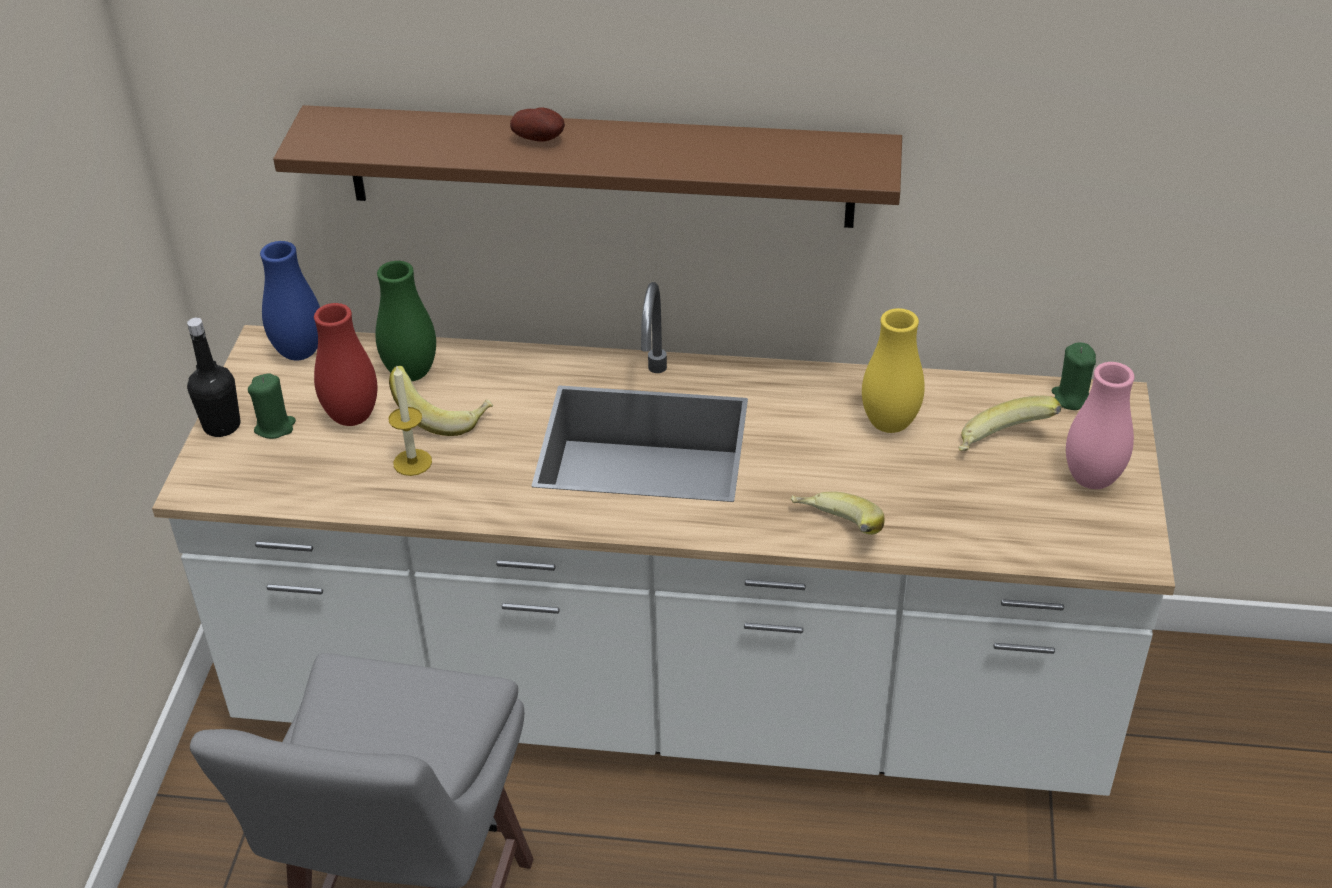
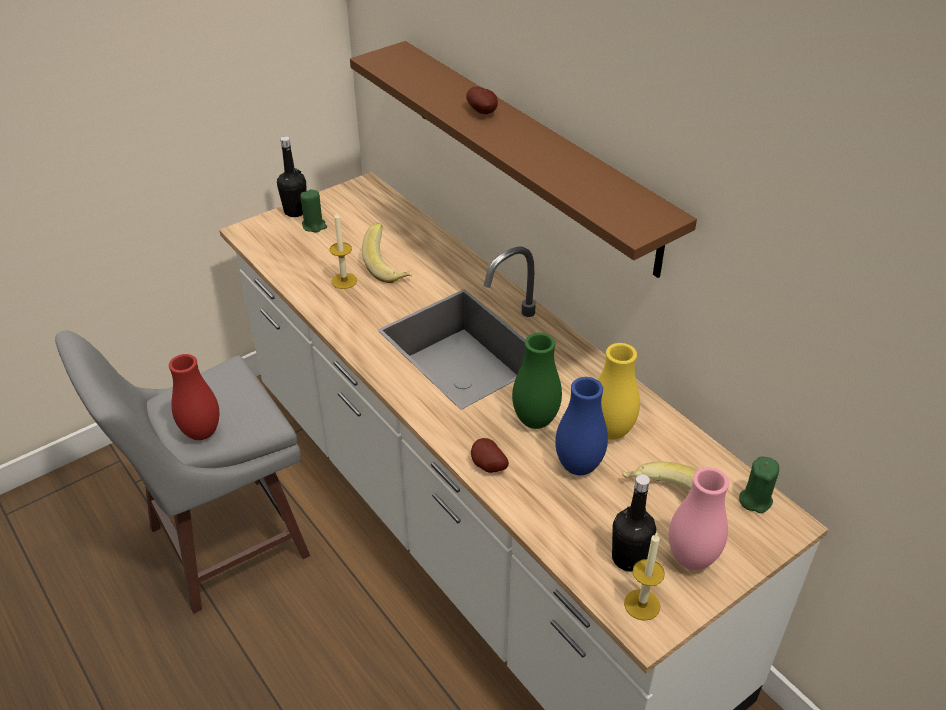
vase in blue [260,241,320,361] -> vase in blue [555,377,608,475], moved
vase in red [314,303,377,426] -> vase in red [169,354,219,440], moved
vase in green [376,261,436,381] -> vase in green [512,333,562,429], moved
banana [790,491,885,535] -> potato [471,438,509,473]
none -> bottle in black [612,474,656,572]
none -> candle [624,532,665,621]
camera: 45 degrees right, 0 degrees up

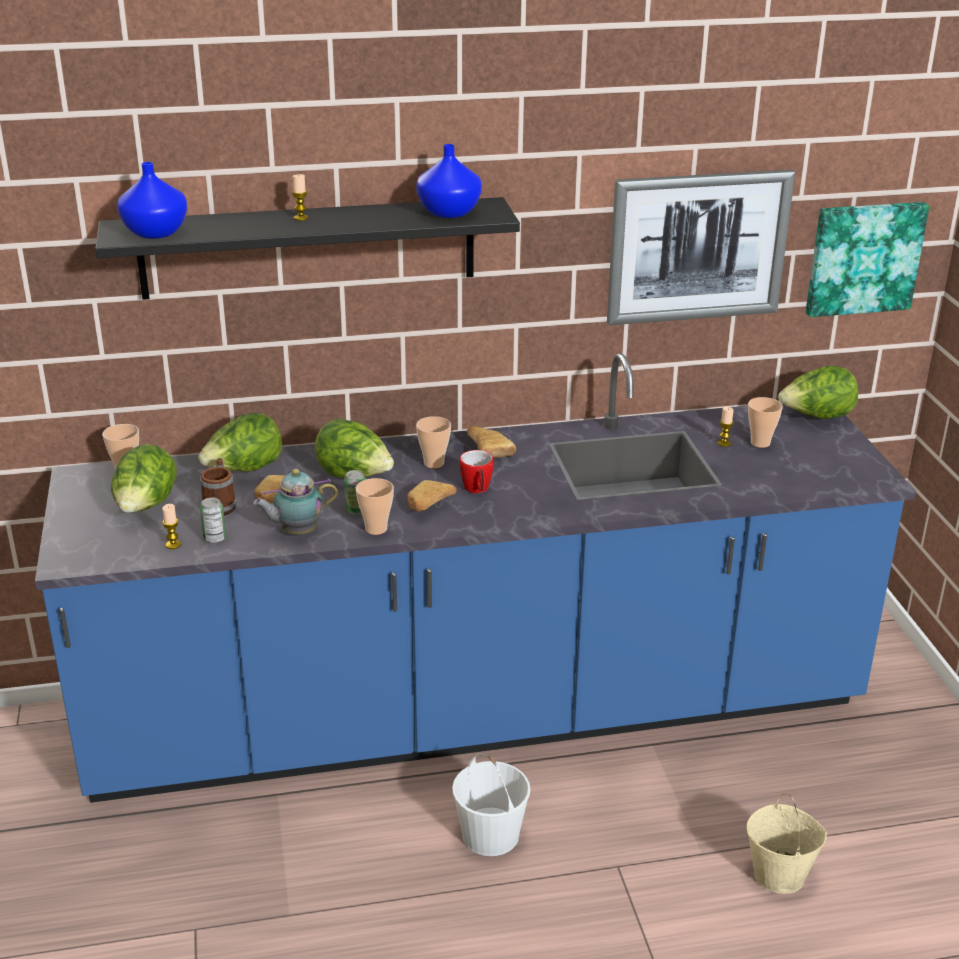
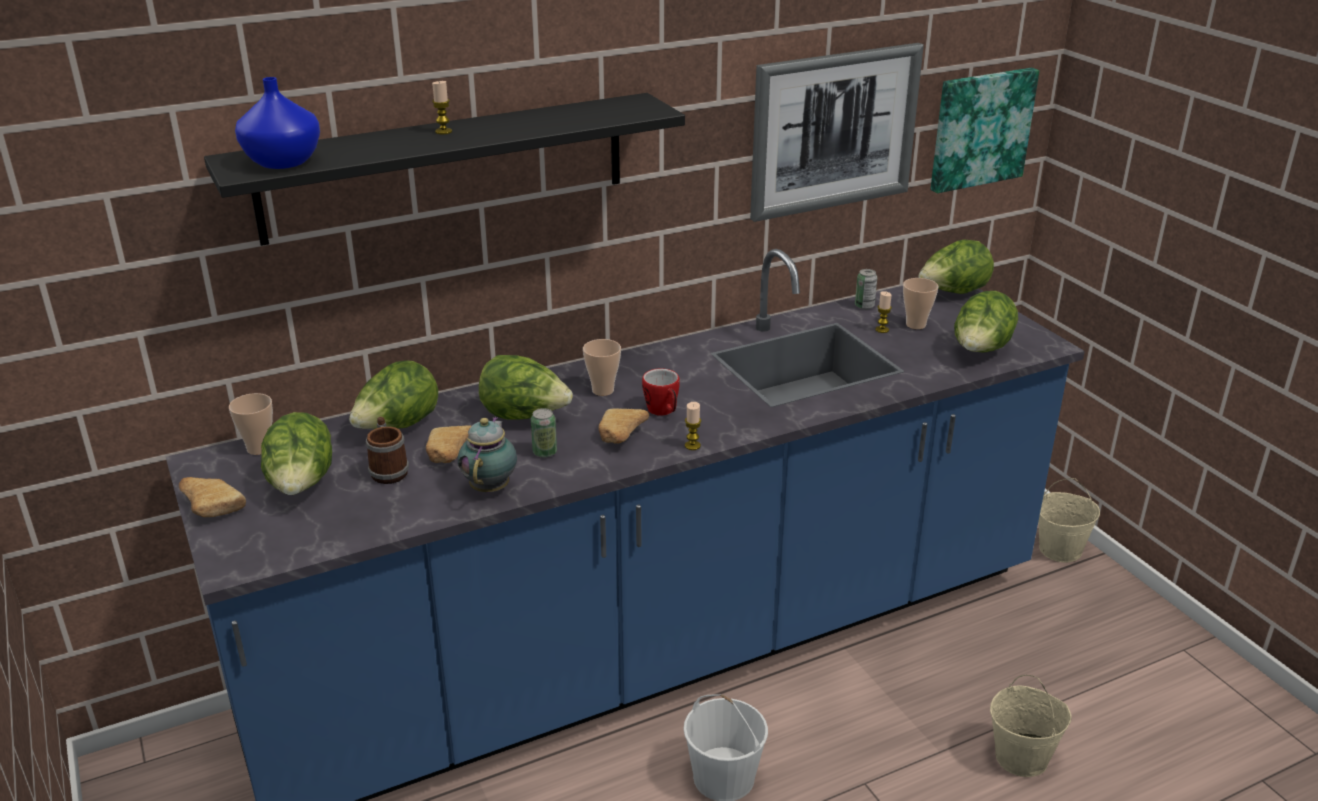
candle [162,504,181,549] -> candle [685,402,701,450], moved
can [200,498,226,543] -> can [855,269,877,310], moved
teapot [253,469,338,534] -> teapot [458,417,517,493], 135 degrees clockwise
cup [356,478,394,535] -> none
vase in blue [416,144,482,218] -> none
bread [467,426,516,457] -> bread [179,477,246,517], moved
none -> lettuce [954,291,1018,352]
none -> bucket in beige [1038,478,1100,562]
camera: 15 degrees left, 0 degrees up

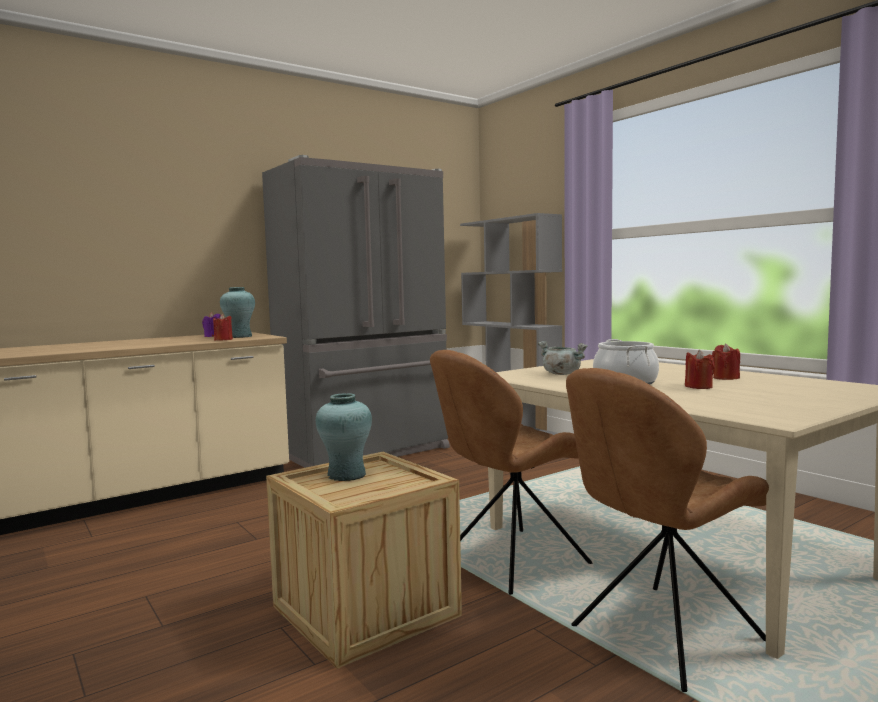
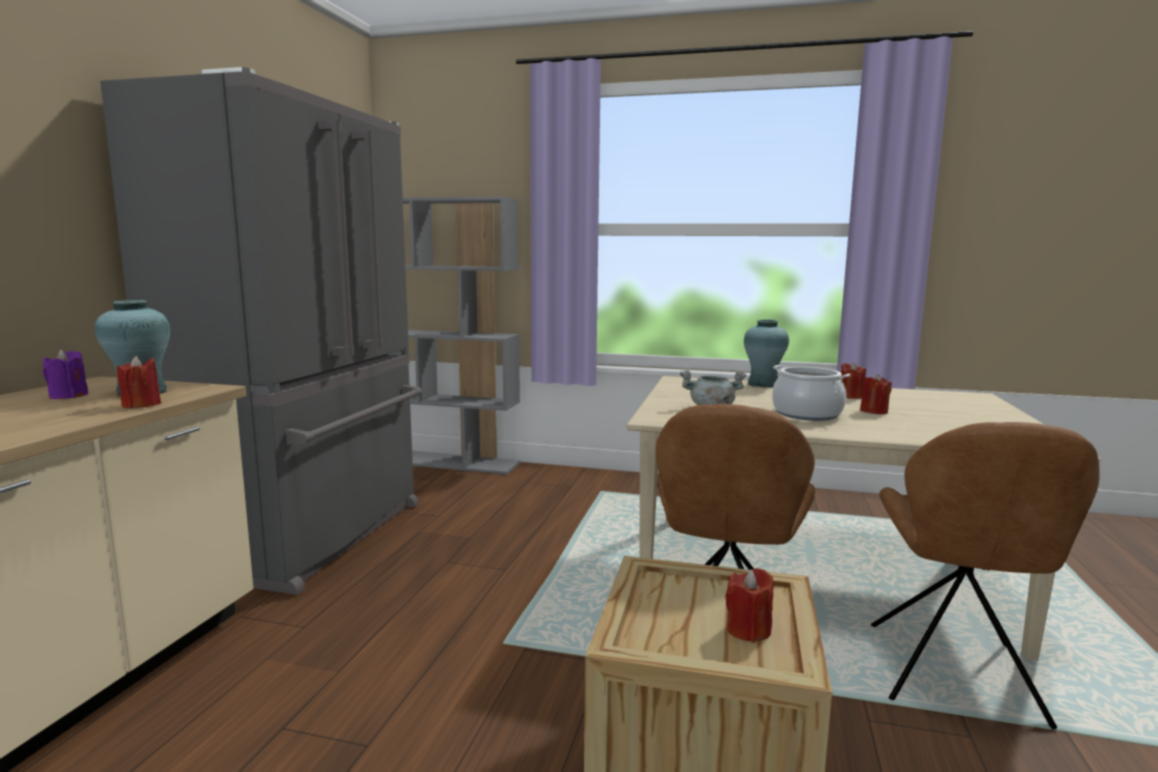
vase in turquoise [316,394,372,481] -> vase in turquoise [744,319,789,388], moved
none -> candle in red [725,568,773,643]
camera: 40 degrees left, 5 degrees up

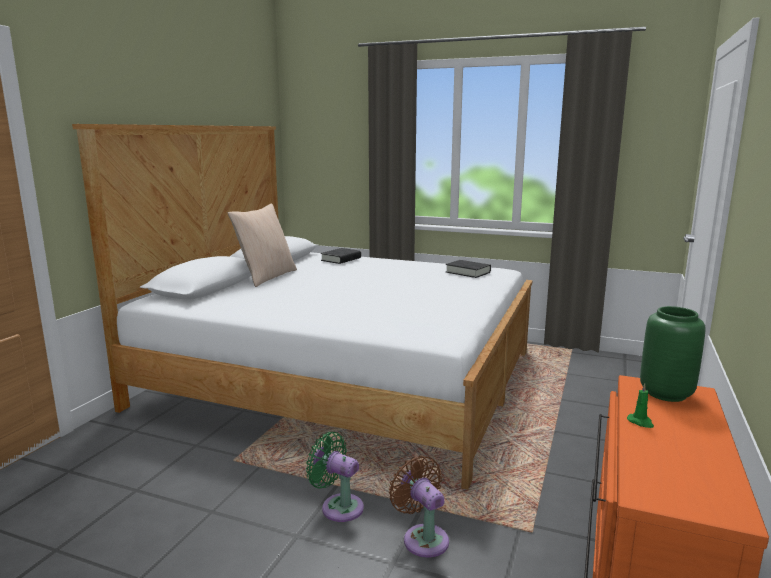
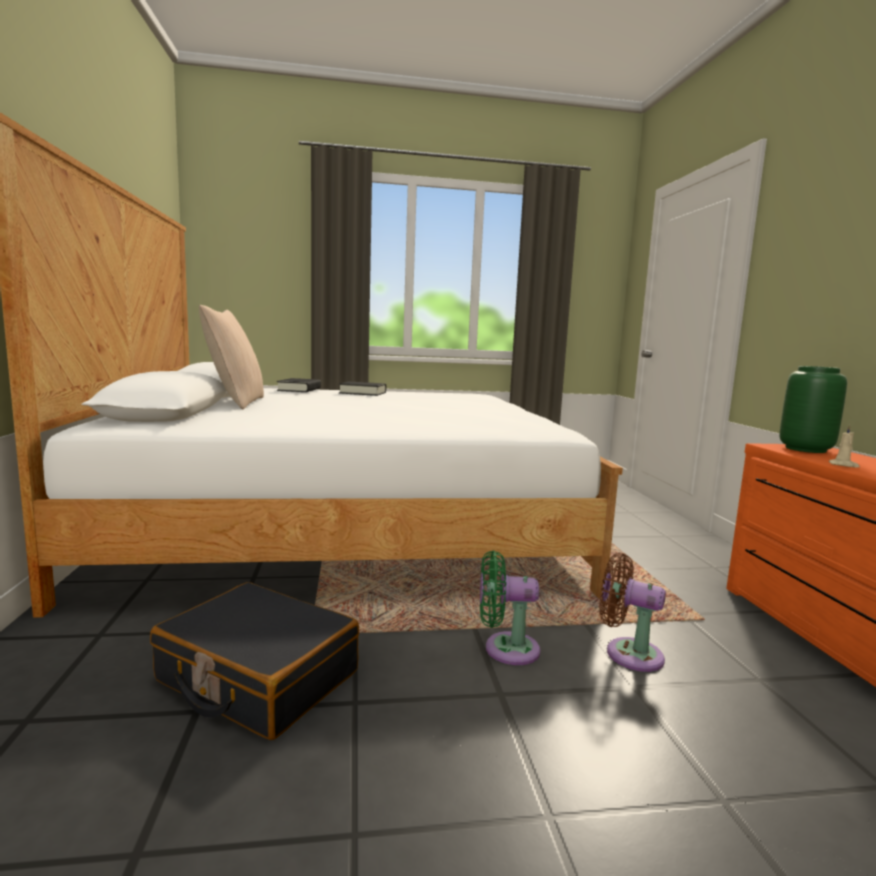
book in black [446,260,491,278] -> book in black [339,382,386,396], moved
candle in green [627,383,654,428] -> candle in beige [829,424,860,468]
none -> suitcase in black [150,582,359,740]
camera: 30 degrees left, 5 degrees down

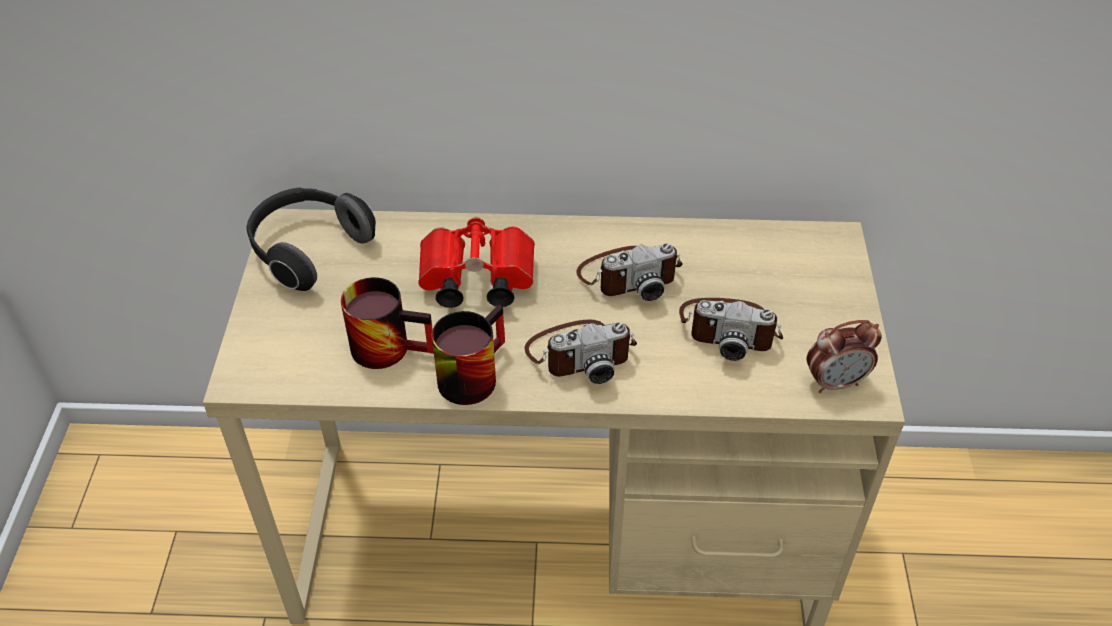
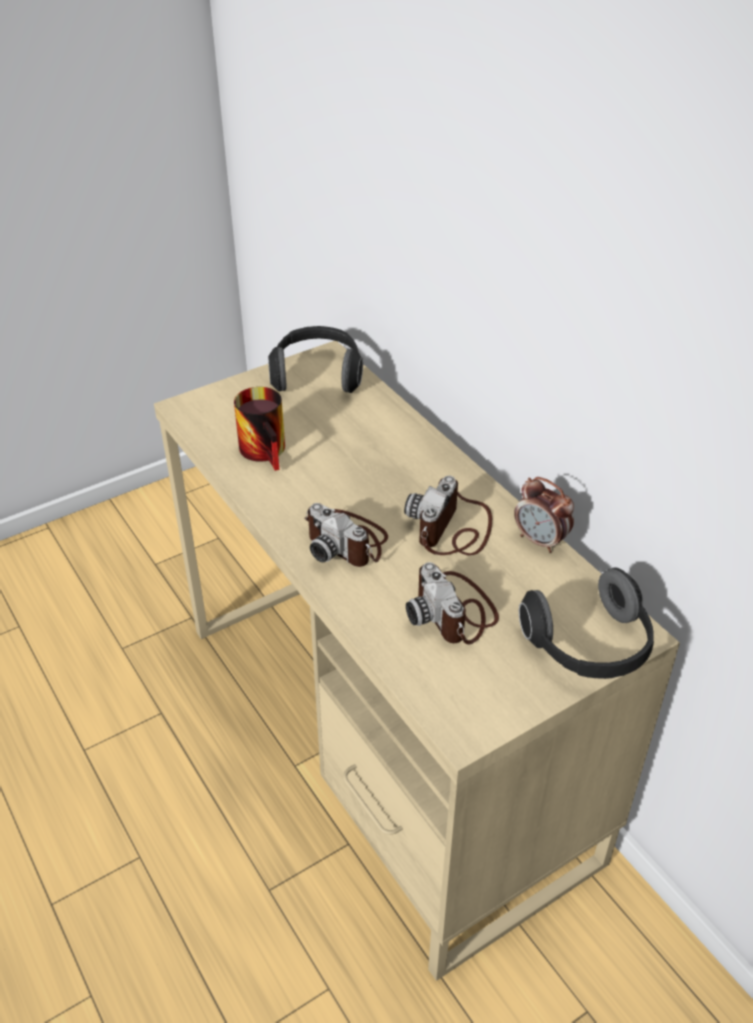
binoculars in red [418,217,535,308] -> none
mug [432,305,505,405] -> none
photo camera [576,243,683,301] -> photo camera [404,475,492,556], 75 degrees clockwise
alarm clock [807,320,882,393] -> alarm clock [514,477,574,553], moved
none -> headphones [519,567,654,679]
camera: 55 degrees right, 5 degrees down

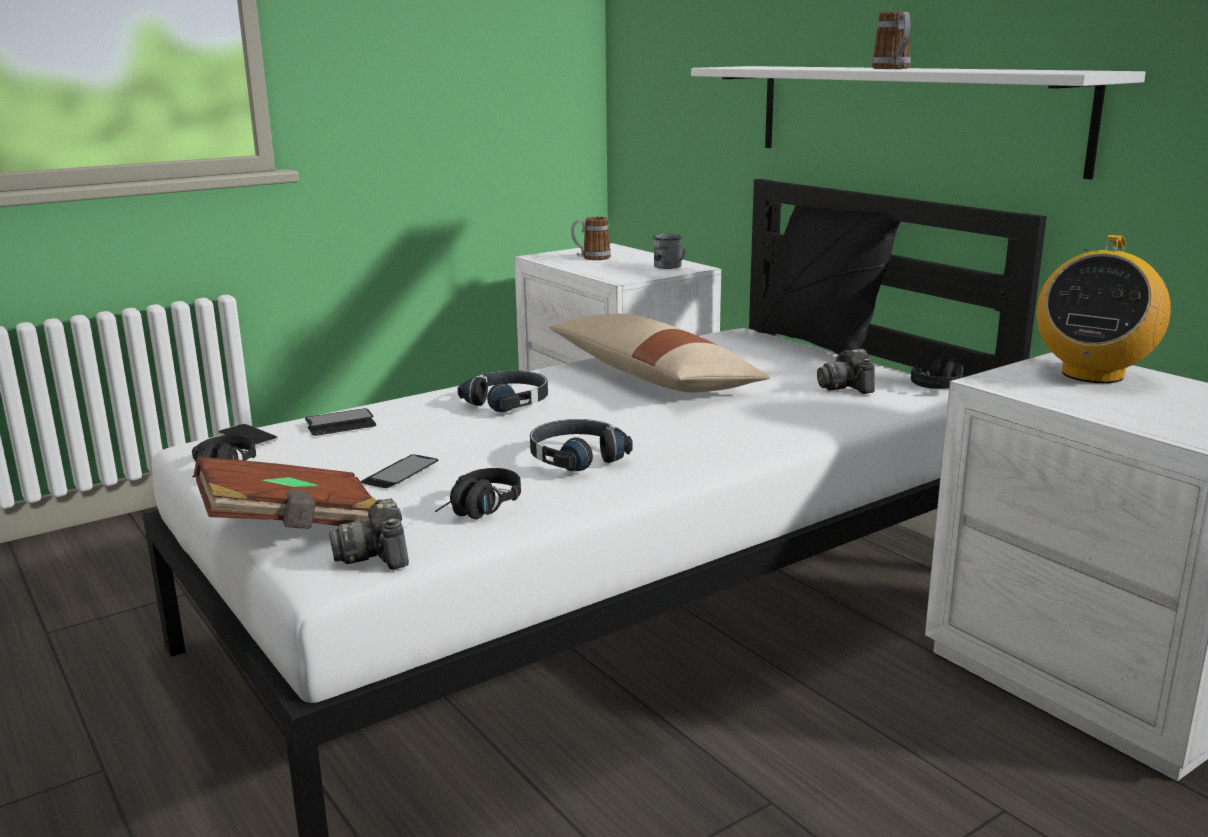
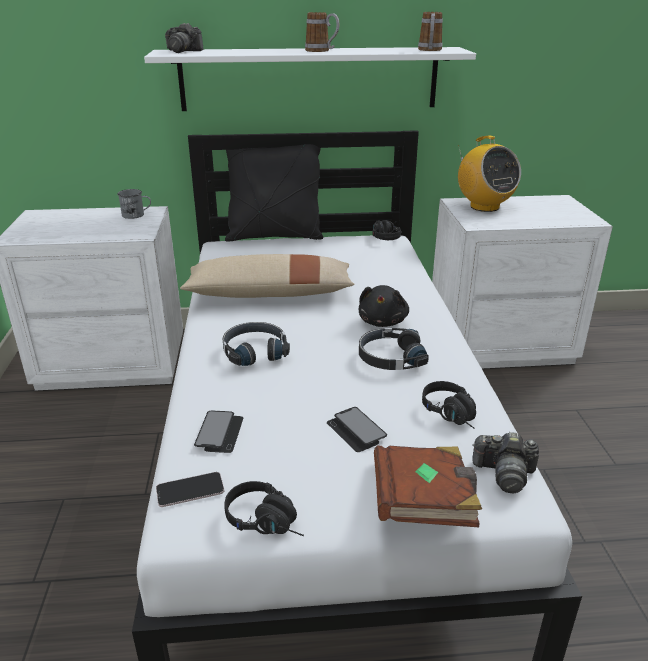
mug [571,217,611,260] -> mug [418,12,443,51], moved
photo camera [817,348,875,394] -> photo camera [165,23,204,53], moved
none -> plush toy in black [359,285,409,327]
camera: 60 degrees left, 10 degrees up

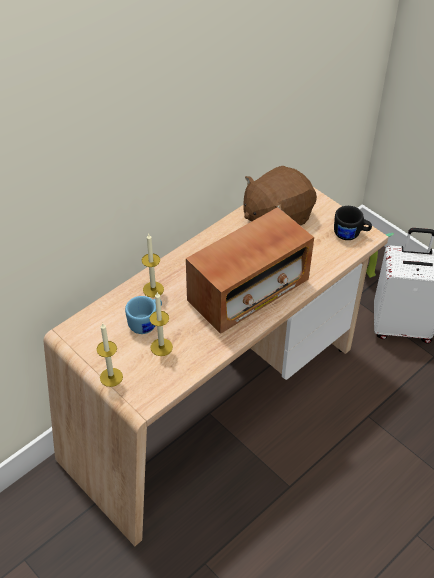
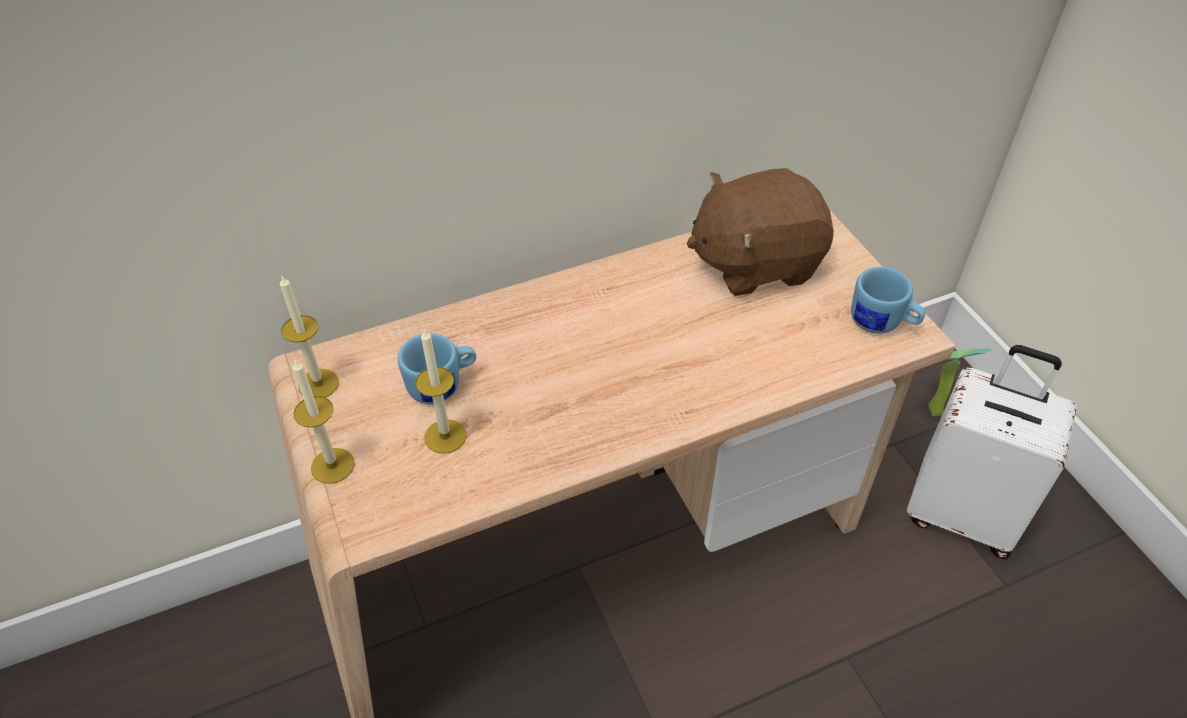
candle [142,234,164,298] -> candle [280,276,339,398], moved
radio [186,207,314,334] -> none
mug in black [334,206,372,240] -> mug in blue [851,267,925,334]
camera: 20 degrees right, 0 degrees up

